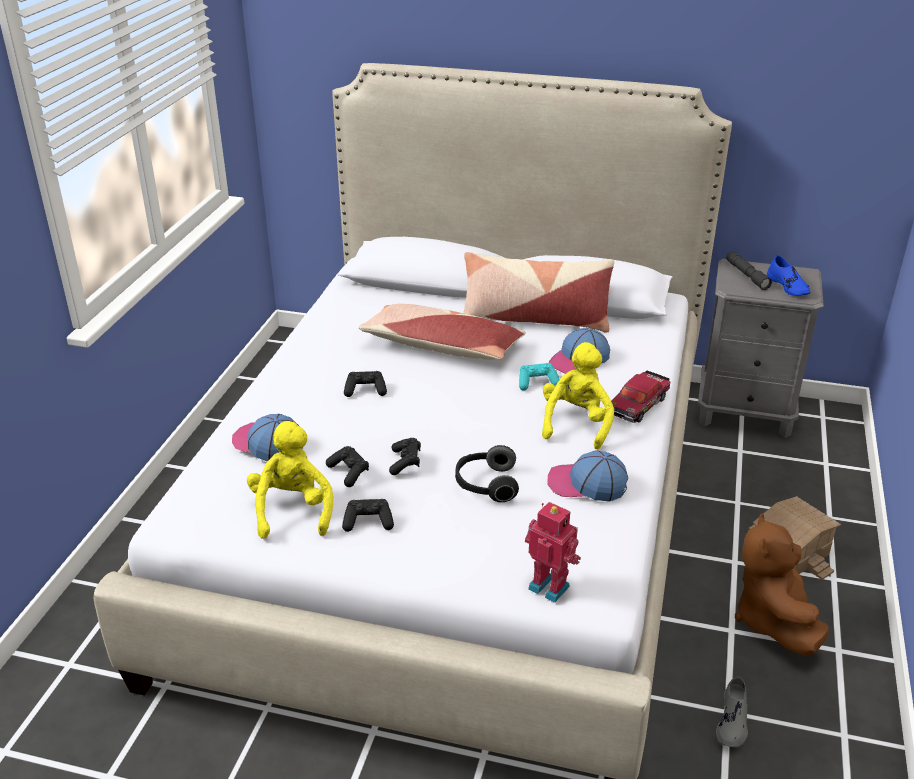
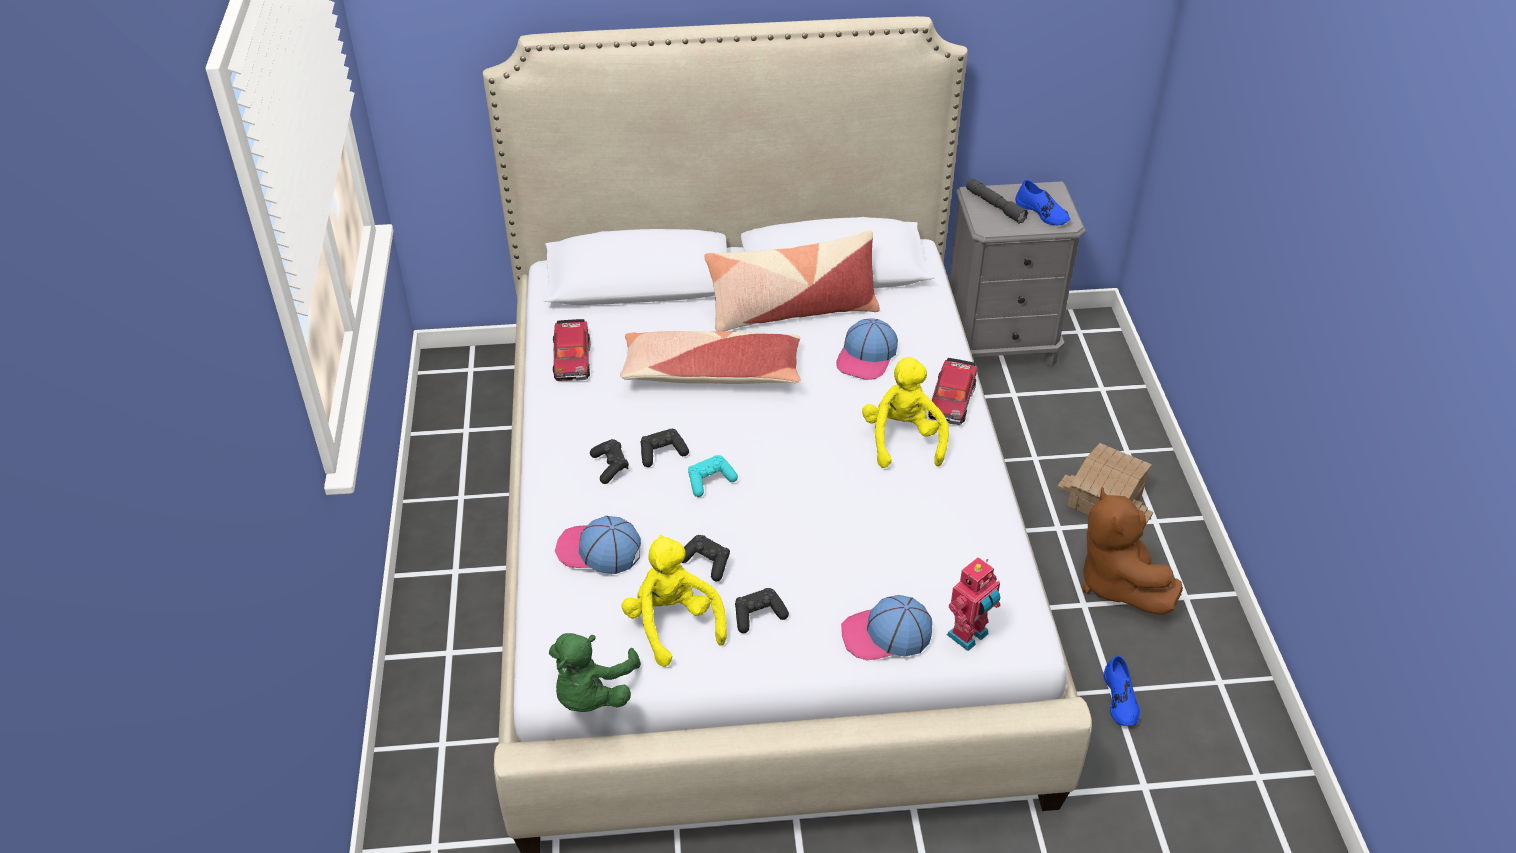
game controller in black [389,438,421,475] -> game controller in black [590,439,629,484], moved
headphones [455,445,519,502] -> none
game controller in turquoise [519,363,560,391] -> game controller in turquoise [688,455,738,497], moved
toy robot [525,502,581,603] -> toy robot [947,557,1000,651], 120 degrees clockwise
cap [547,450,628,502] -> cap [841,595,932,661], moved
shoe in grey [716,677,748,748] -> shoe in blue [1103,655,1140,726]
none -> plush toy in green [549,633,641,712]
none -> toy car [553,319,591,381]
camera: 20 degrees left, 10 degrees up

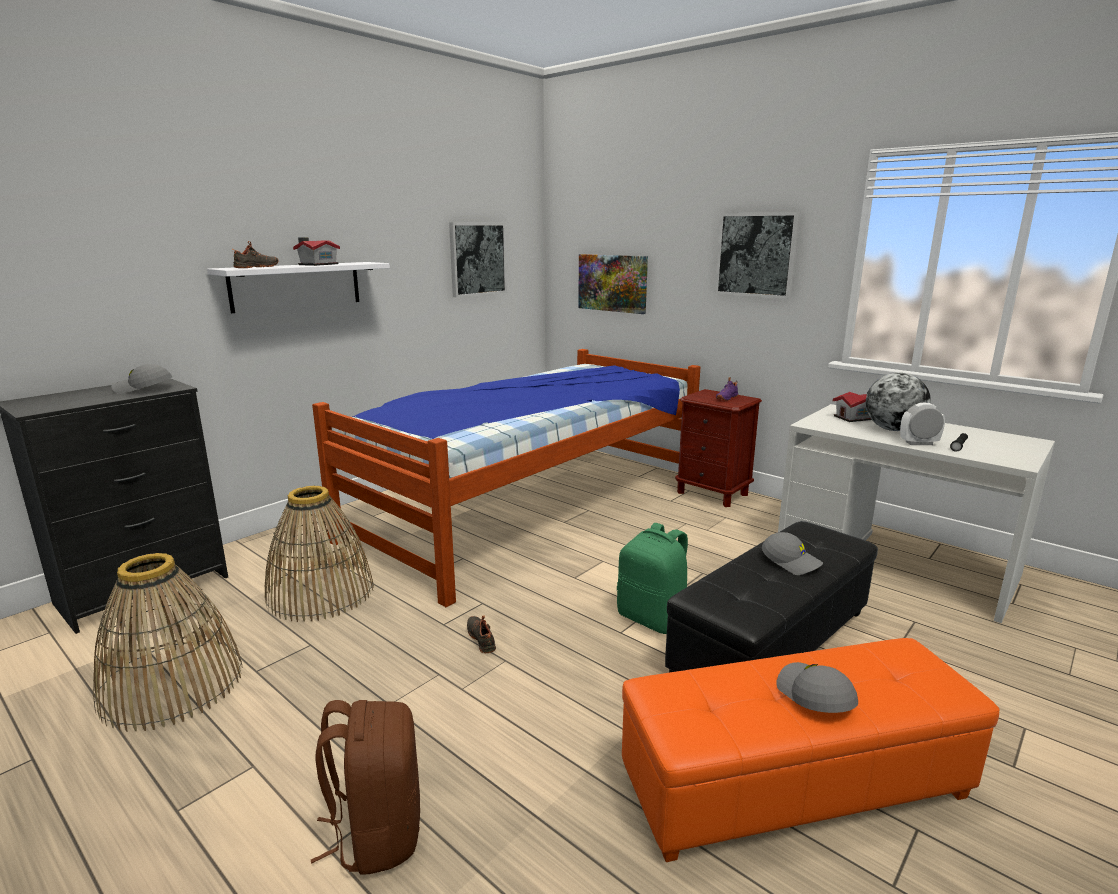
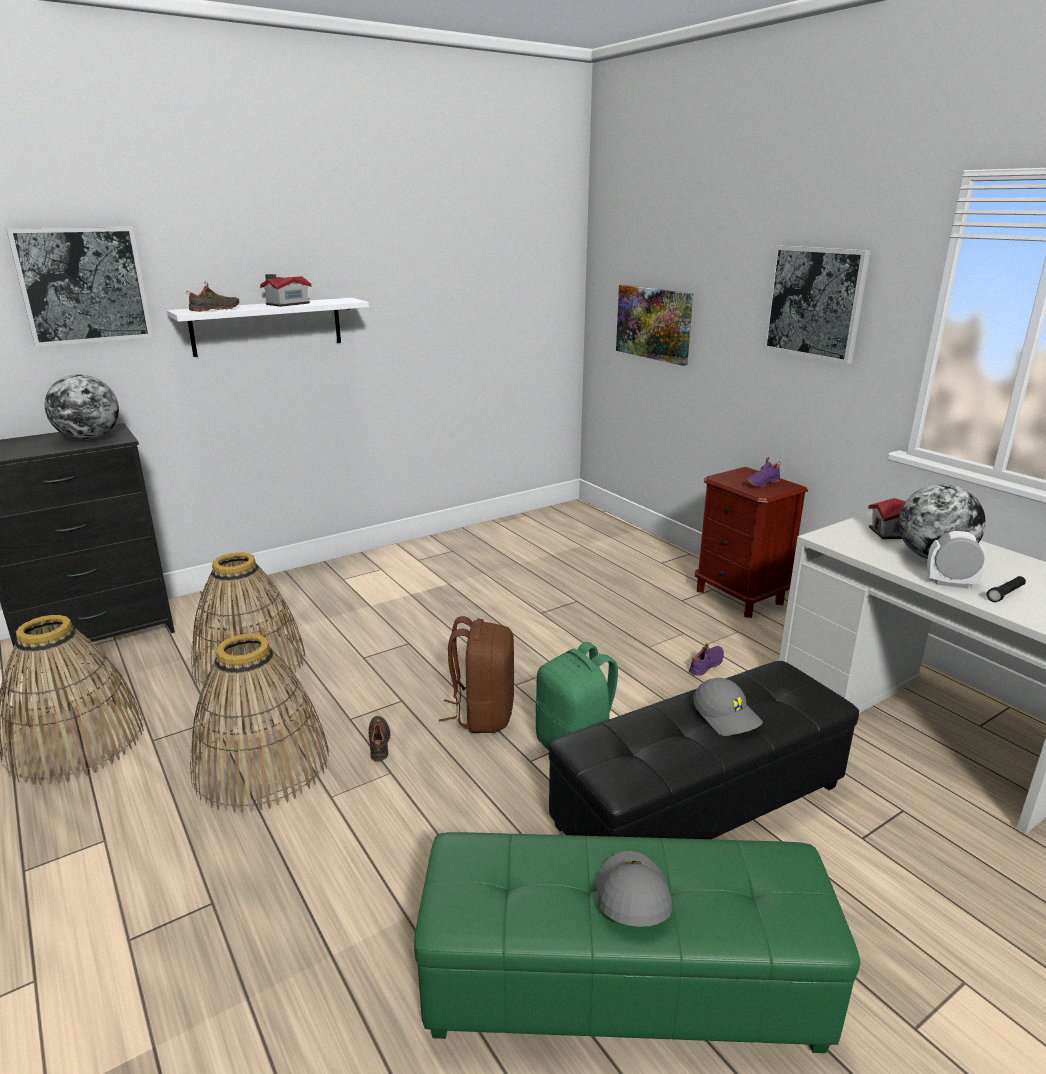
cap in grey [111,364,172,394] -> globe [45,374,119,440]
backpack in brown [311,700,420,875] -> backpack in brown [439,616,514,733], moved
bed [312,349,700,607] -> none
picture [449,222,507,297] -> picture [6,226,153,347], moved
ottoman in orange [622,638,1000,862] -> ottoman in green [414,832,860,1053]
none -> basket [190,634,329,813]
none -> shoe in purple [689,643,724,676]
camera: 15 degrees right, 5 degrees up

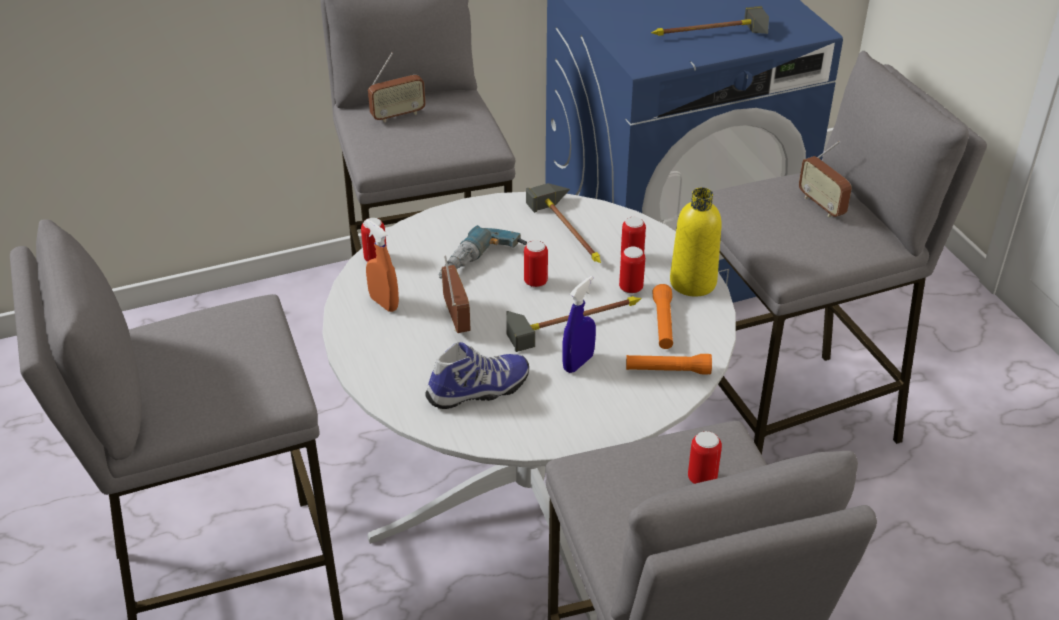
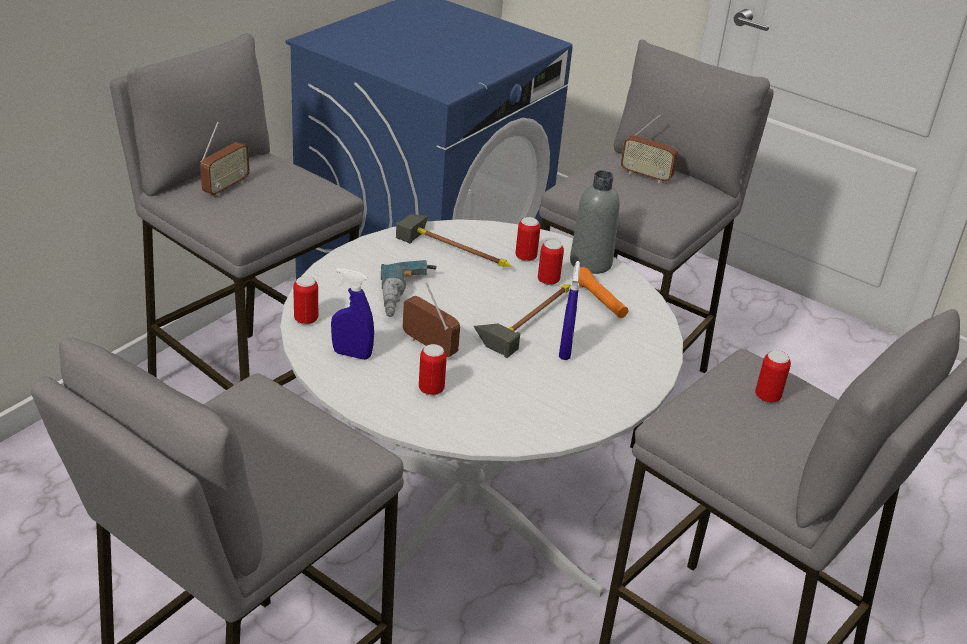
spray bottle in orange [365,219,399,312] -> spray bottle in blue [331,268,374,360]
shoe [426,342,529,409] -> none
can [524,240,548,288] -> can [419,344,447,395], moved
flashlight in orange [626,354,712,374] -> none
hammer [651,6,769,36] -> none
bottle in yellow [670,188,722,297] -> bottle in grey [570,170,620,274]
camera: 35 degrees left, 5 degrees down

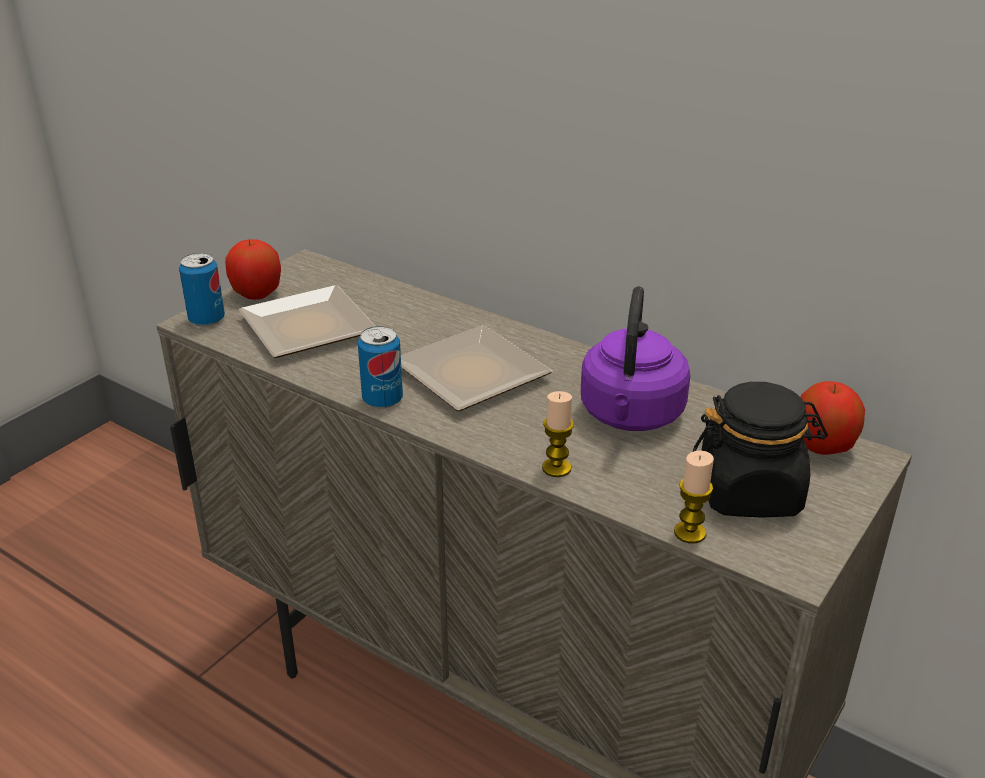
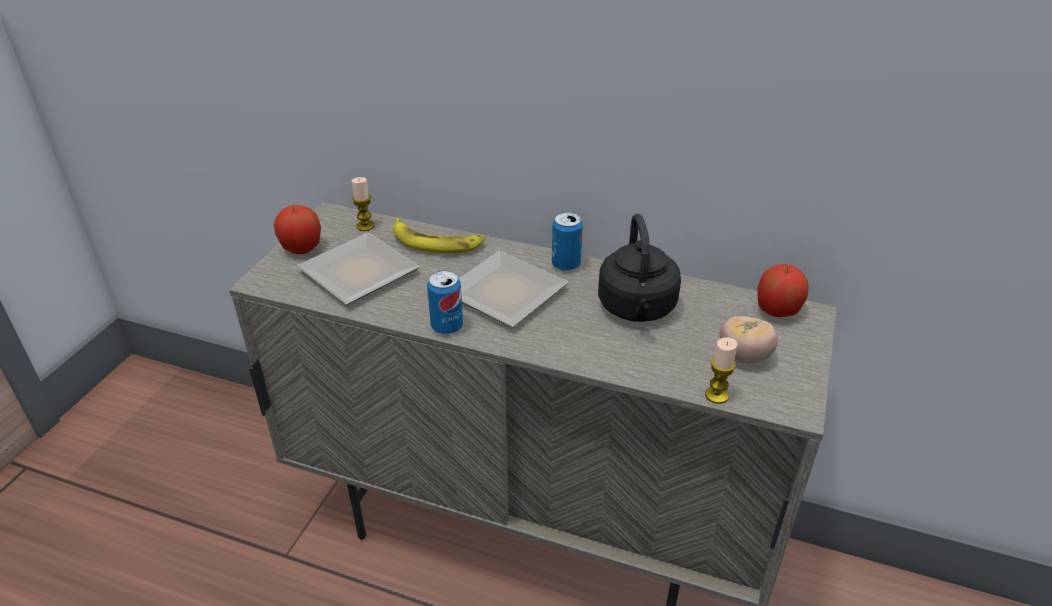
can [179,253,225,327] -> can [552,212,583,271], moved
candle [542,391,574,477] -> candle [351,177,375,231], moved
kettle in purple [581,286,691,431] -> kettle in black [598,213,681,322]
jar in black [693,382,828,518] -> tomato [719,316,778,363]
none -> banana [393,218,486,253]
camera: 15 degrees left, 5 degrees up

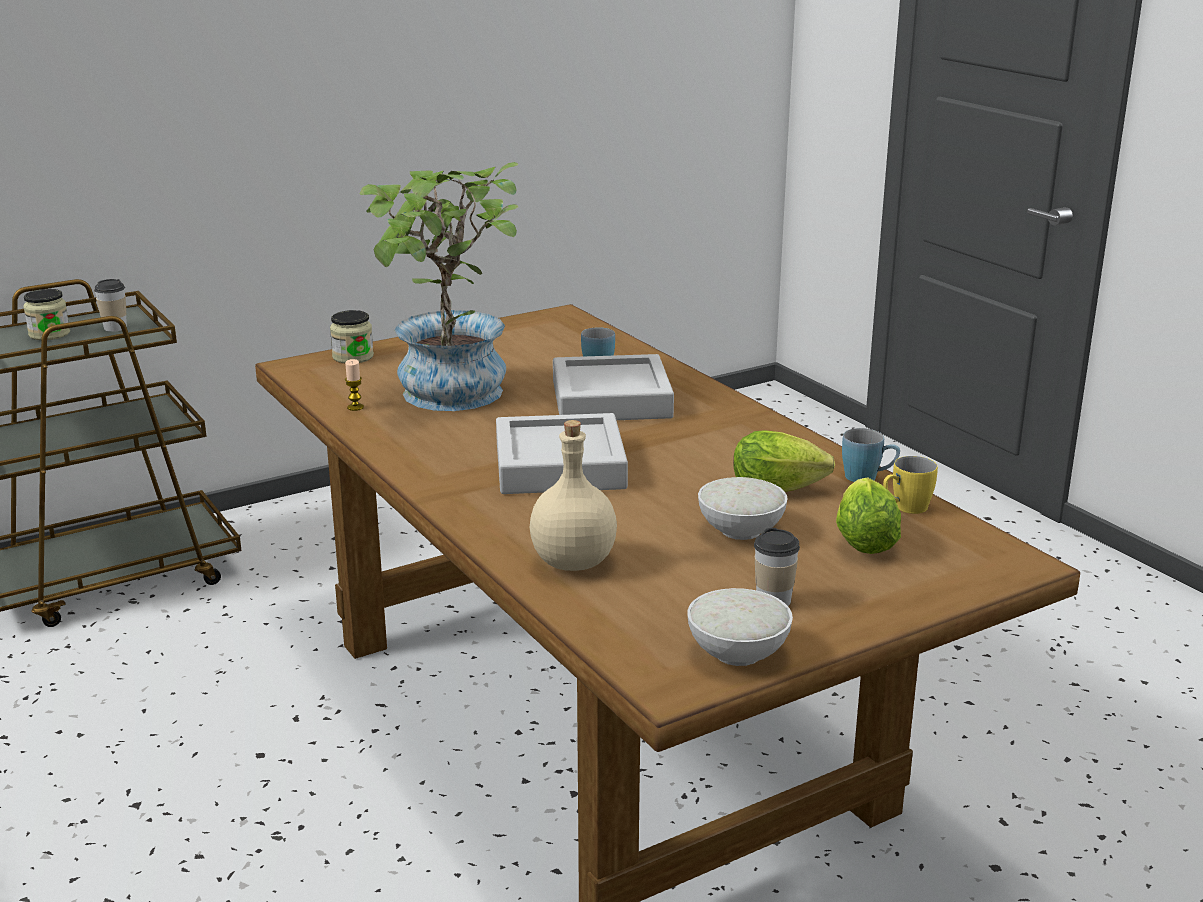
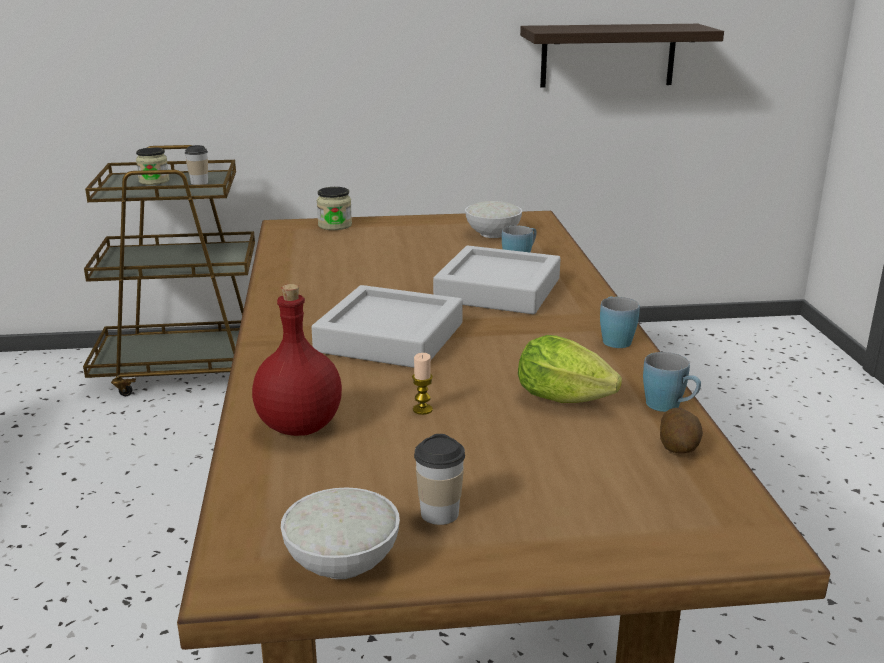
candle [345,359,364,411] -> candle [412,353,433,415], moved
potted plant [360,162,518,411] -> none
bottle in beige [530,420,617,571] -> bottle in red [252,284,342,436]
bowl in white [698,477,788,540] -> bowl in white [465,201,522,238], moved
lettuce [836,477,901,554] -> none
mug in yellow [883,456,938,514] -> potato [660,408,703,453]
none -> shelf [520,24,724,88]
none -> mug in blue [600,297,640,348]
camera: 25 degrees right, 0 degrees up

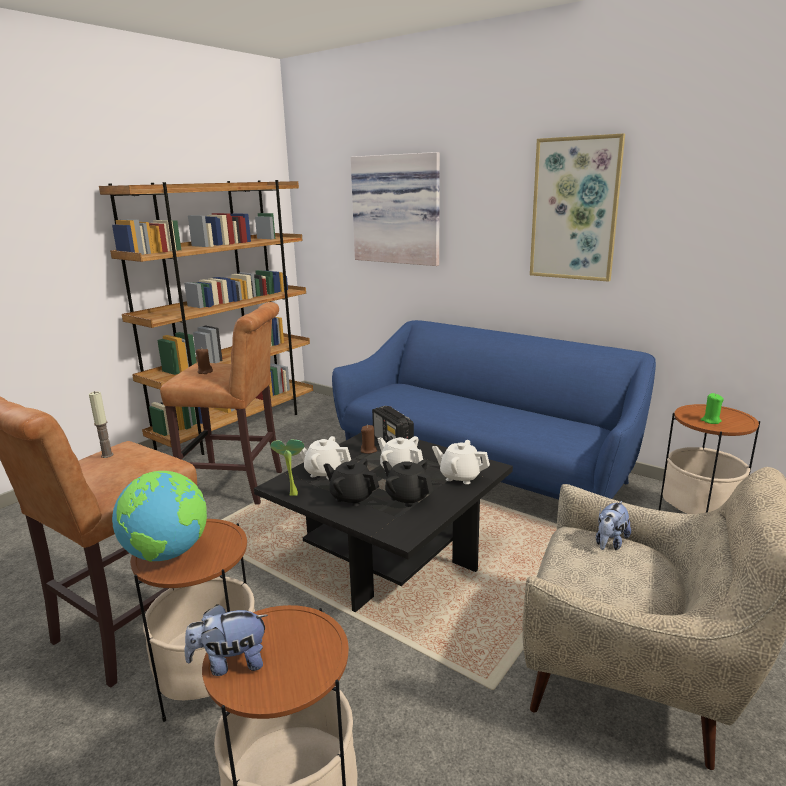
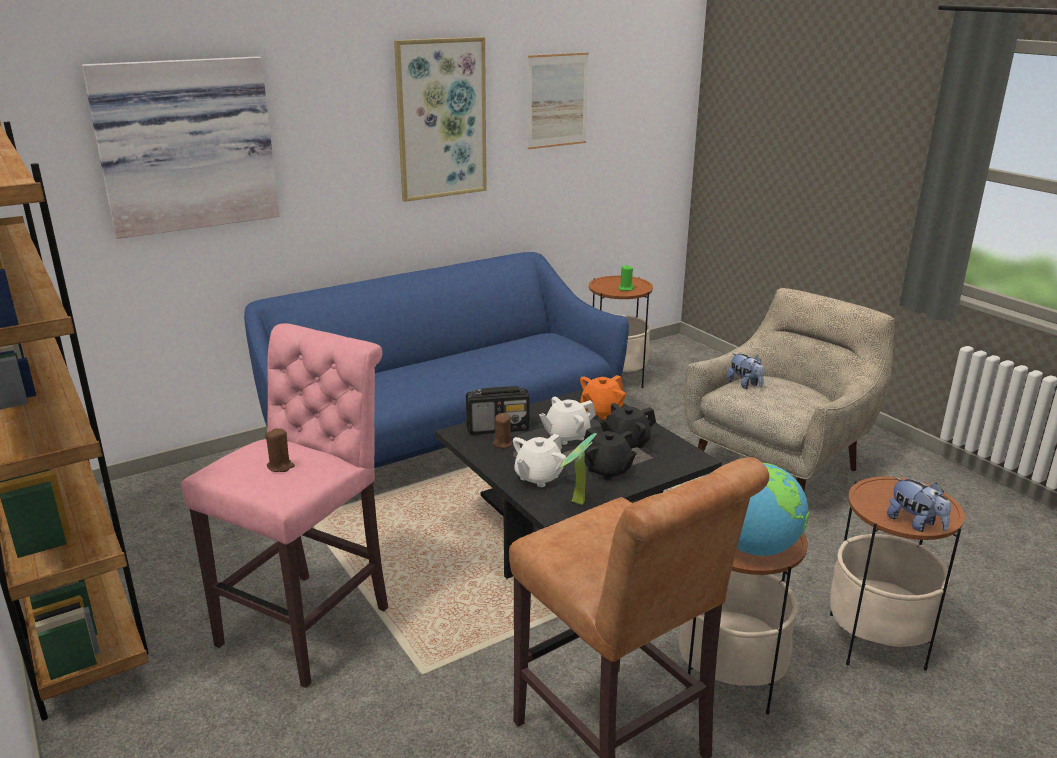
candle [89,391,114,458] -> none
stool in brown [160,302,282,505] -> stool in pink [181,323,388,688]
plush toy [185,604,268,676] -> plush toy [887,477,951,532], 45 degrees counterclockwise
teapot in black [323,458,379,506] -> teapot in black [584,428,637,481], 90 degrees counterclockwise
teapot in white [432,440,490,484] -> teapot in orange [580,375,625,420]
none -> picture [528,52,589,149]
camera: 70 degrees left, 5 degrees up

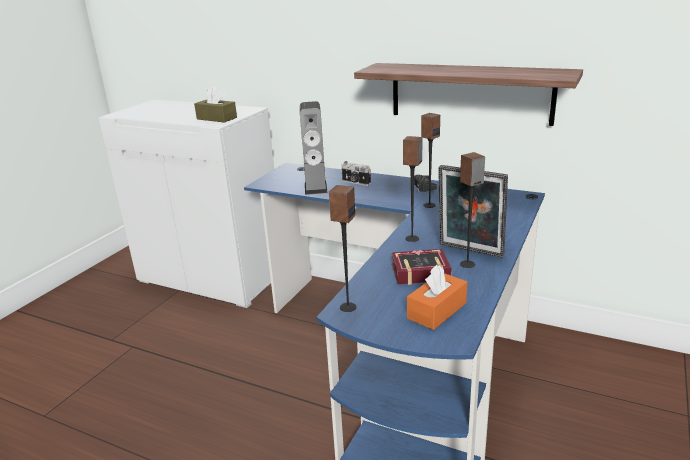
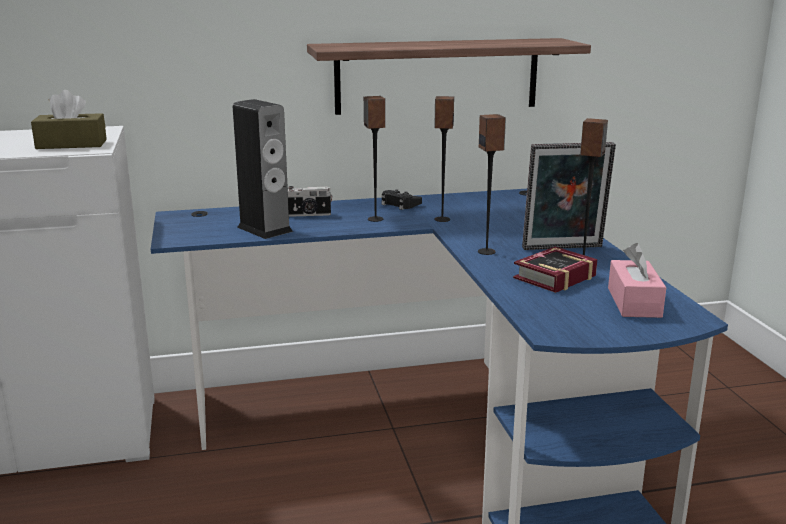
speaker [329,185,356,312] -> speaker [364,96,385,222], moved
tissue box in orange [407,265,467,330] -> tissue box in pink [608,243,666,318]
camera: 40 degrees left, 5 degrees down

